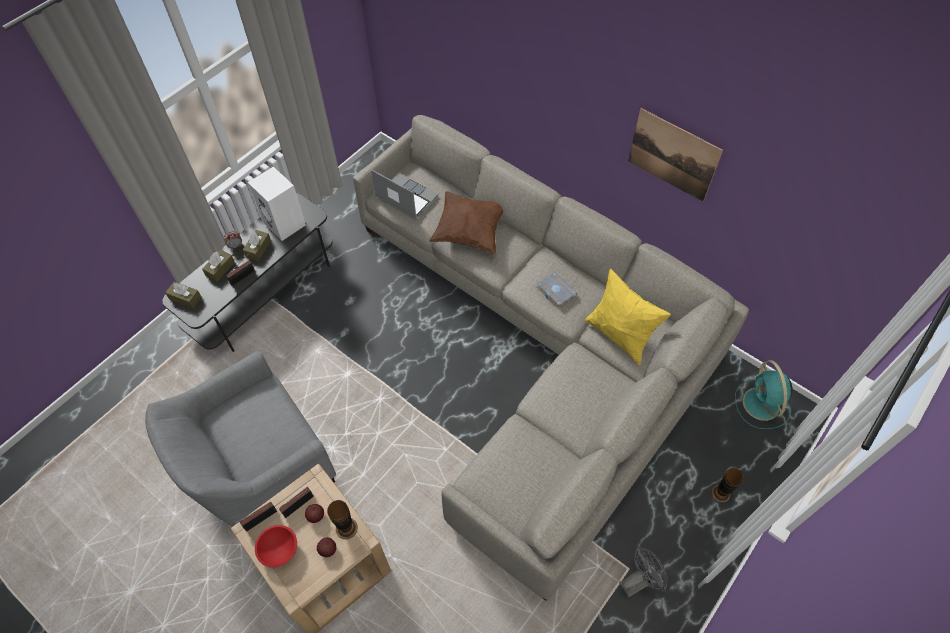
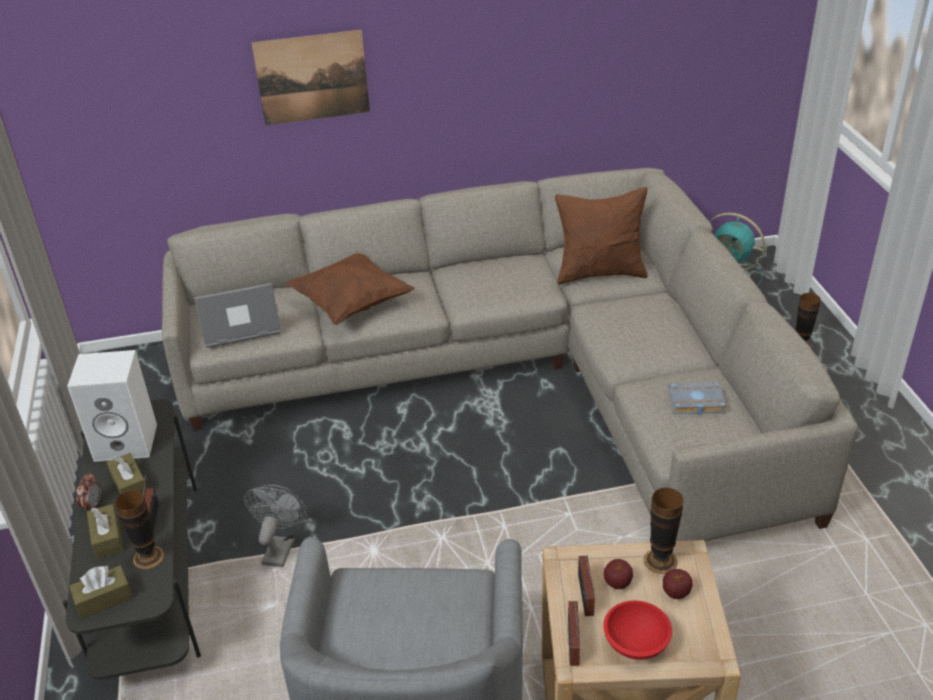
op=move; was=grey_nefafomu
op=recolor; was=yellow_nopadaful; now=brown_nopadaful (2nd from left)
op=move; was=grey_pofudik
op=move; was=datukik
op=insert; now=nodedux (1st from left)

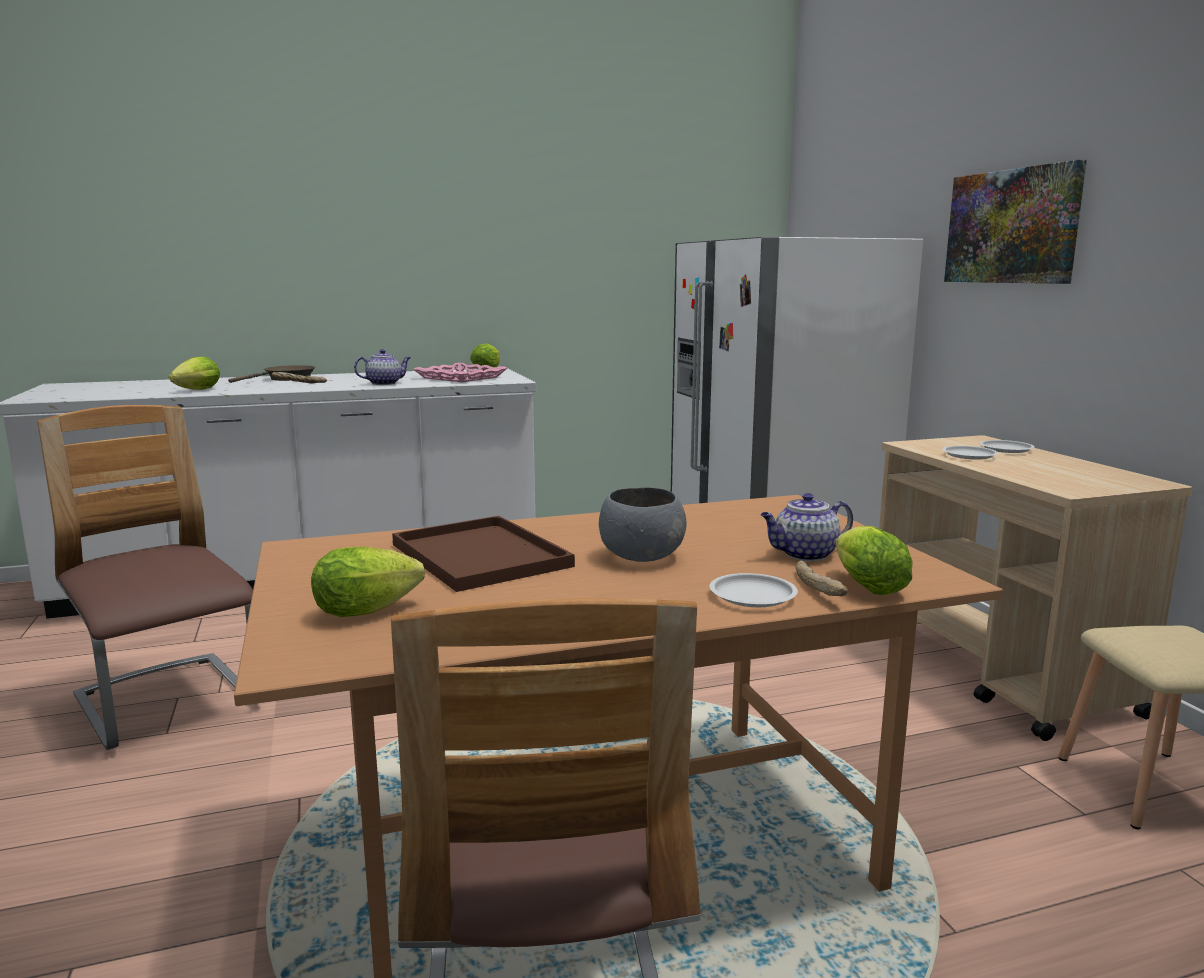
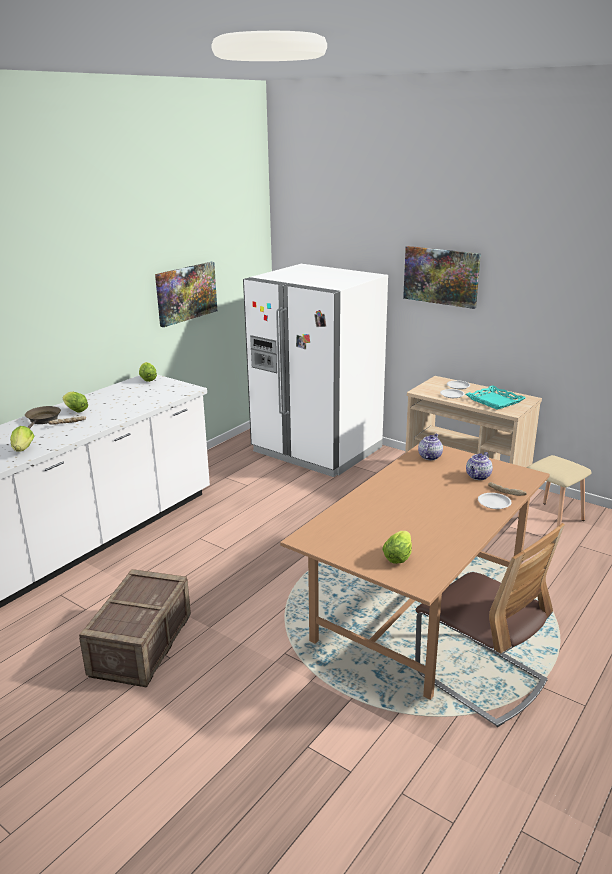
op=replace; was=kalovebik (1st from left); now=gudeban
op=move; was=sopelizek (1st from left)
op=delete; was=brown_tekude
op=delete; was=pink_tekude
op=delete; was=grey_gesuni
op=move; was=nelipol (4th from left in the first image); now=nelipol (2nd from left)
op=insert; now=datukik (1st from left)
op=insert; now=turquoise_tekude

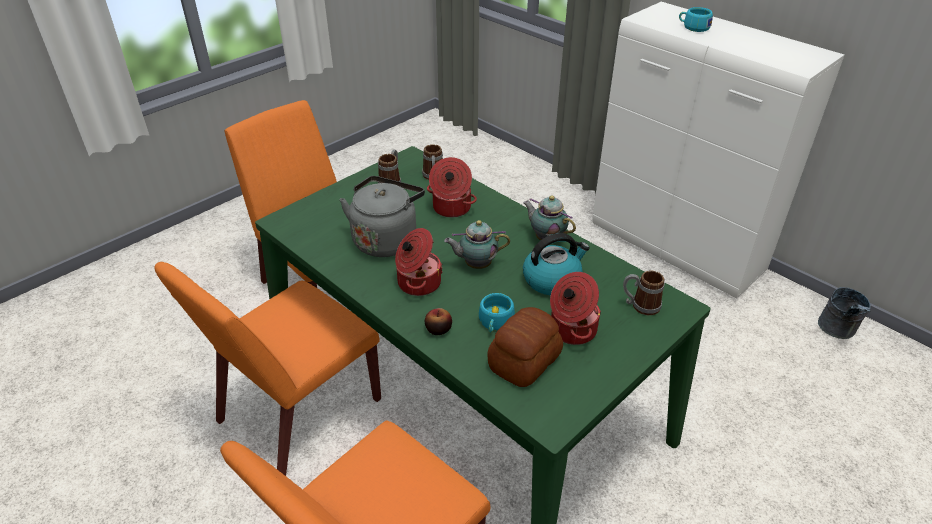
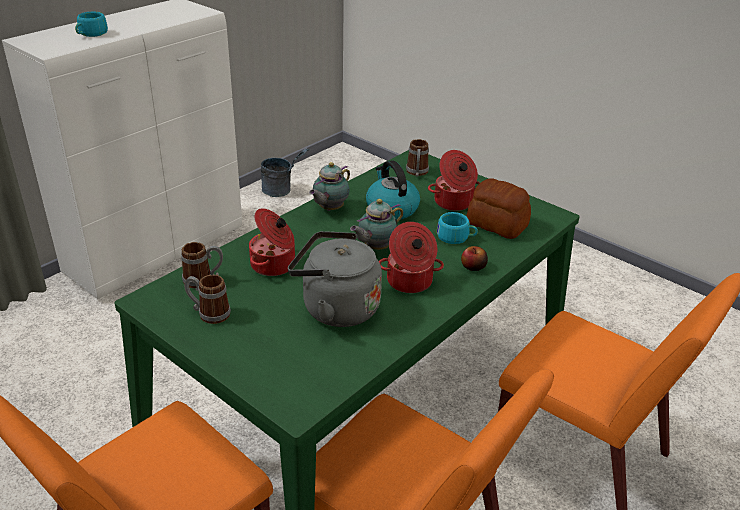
op=rotate; was=sopelizek (1st from left in the first image); clockwise=60

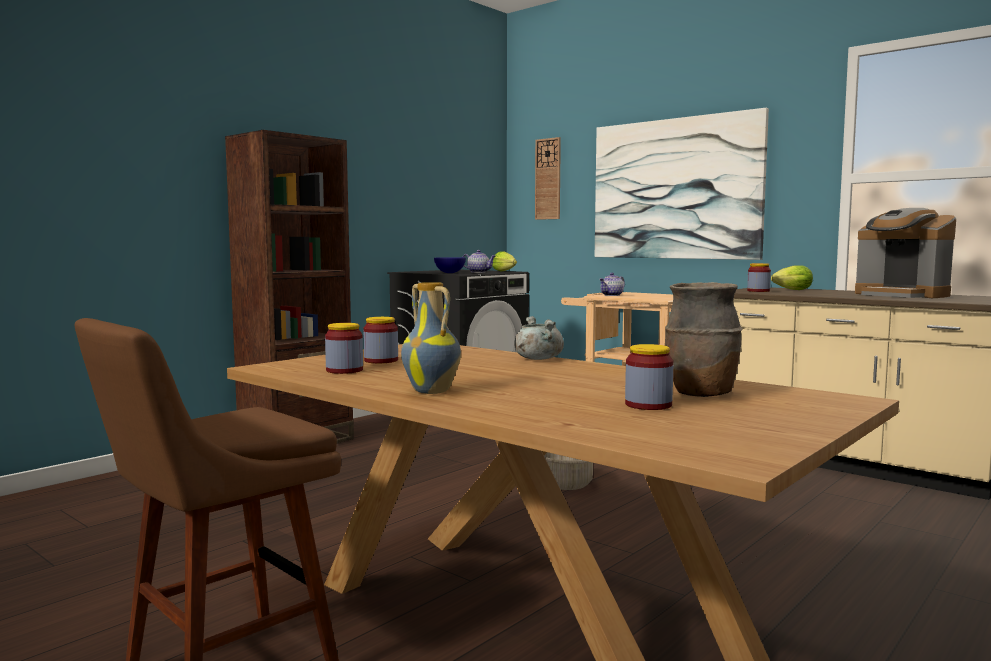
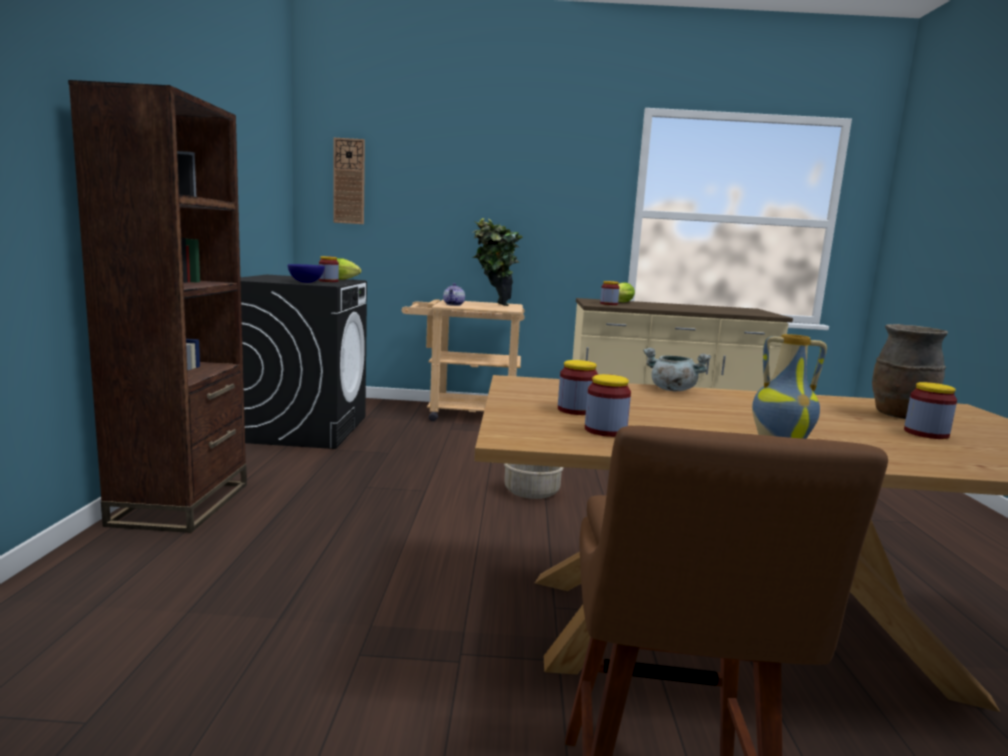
op=replace; was=sopelizek (1st from left); now=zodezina (1st from left)
op=delete; was=datukik
op=delete; was=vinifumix
op=insert; now=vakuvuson

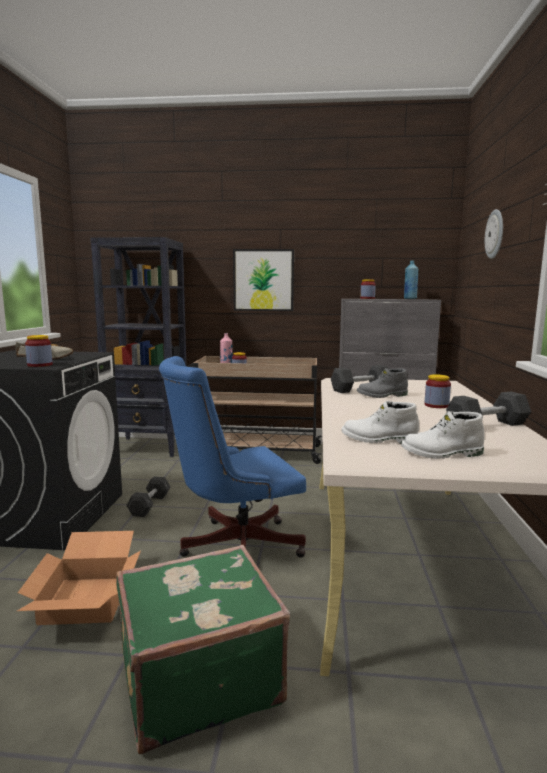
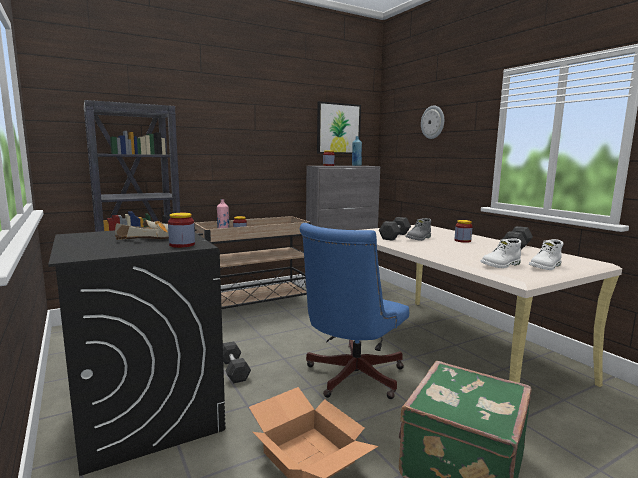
op=move; was=datukik

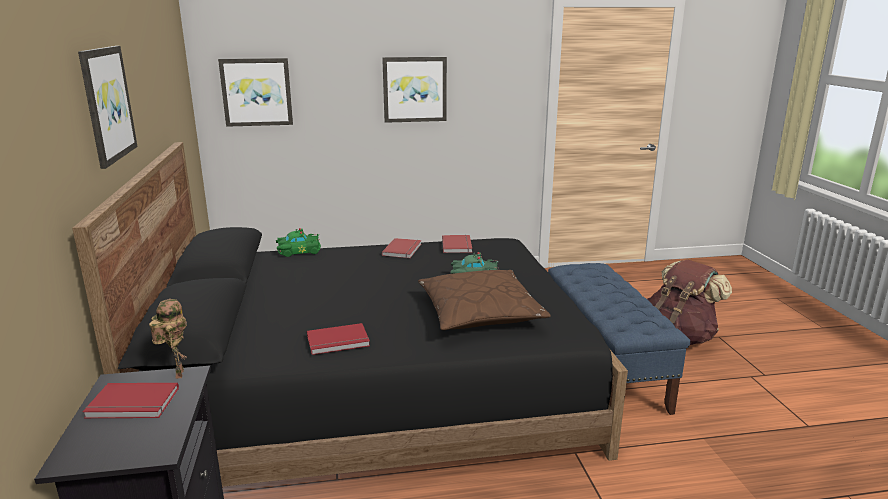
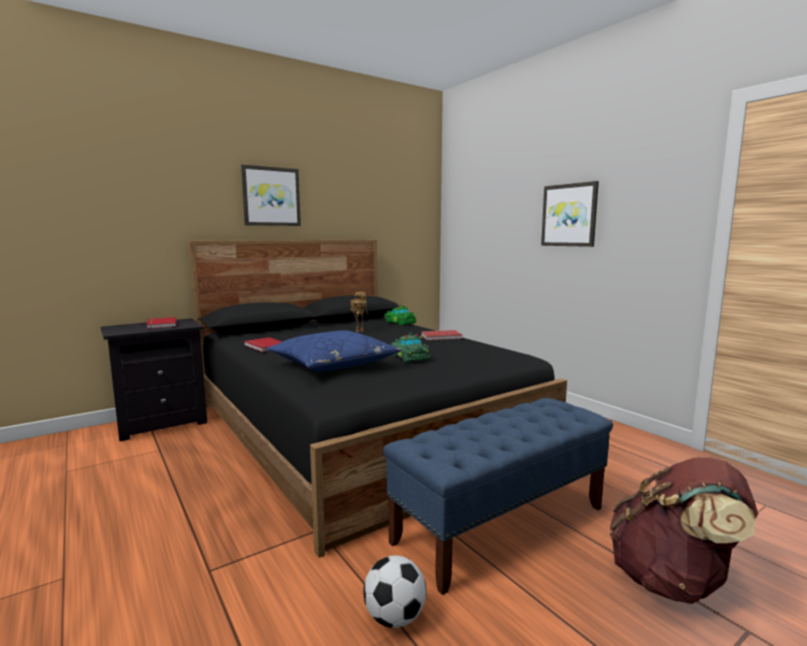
op=move; was=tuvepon
op=delete; was=datukik (2nd from left)
op=recolor; was=brown_nopadaful; now=blue_nopadaful
op=delete; was=red_nefafomu (4th from left)
op=insert; now=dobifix

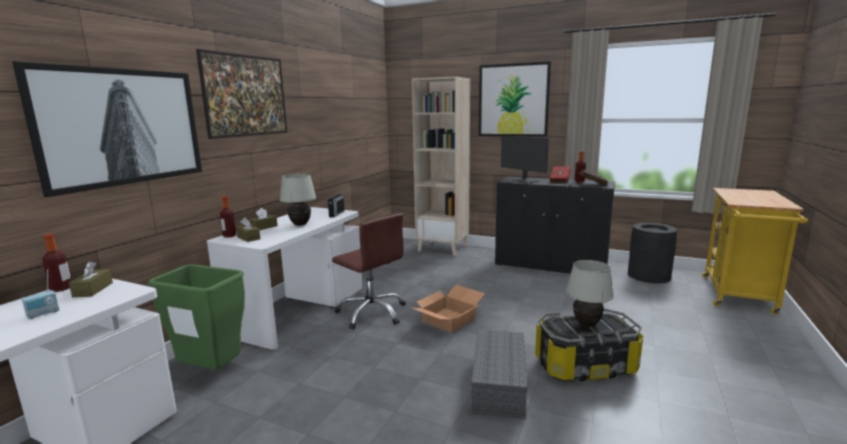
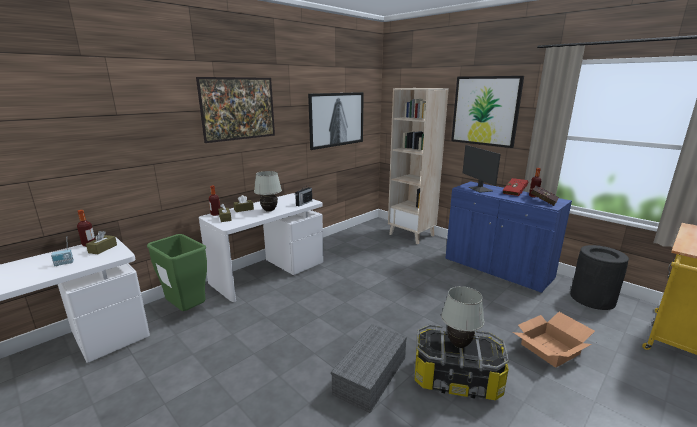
op=move; was=datukik (1st from left in the first image); now=datukik (2nd from left)
op=delete; was=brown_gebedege
op=move; was=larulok
op=recolor; was=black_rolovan; now=blue_rolovan

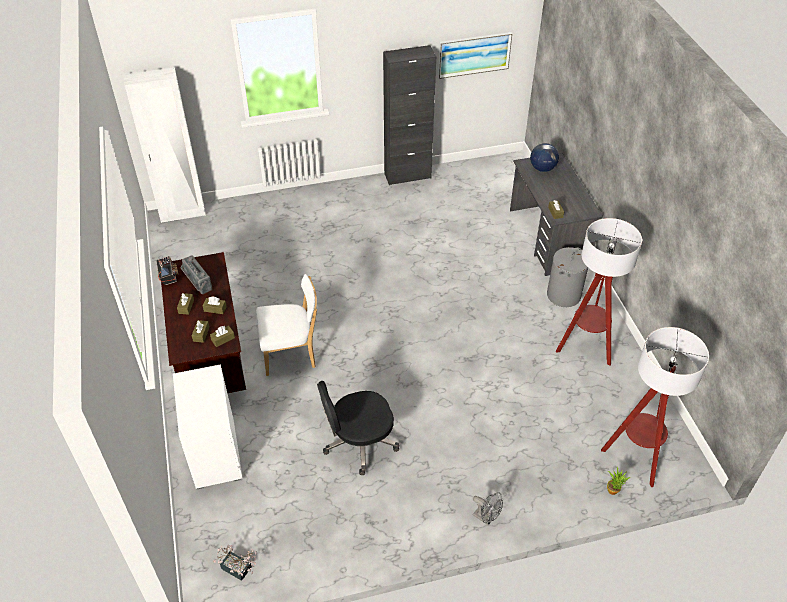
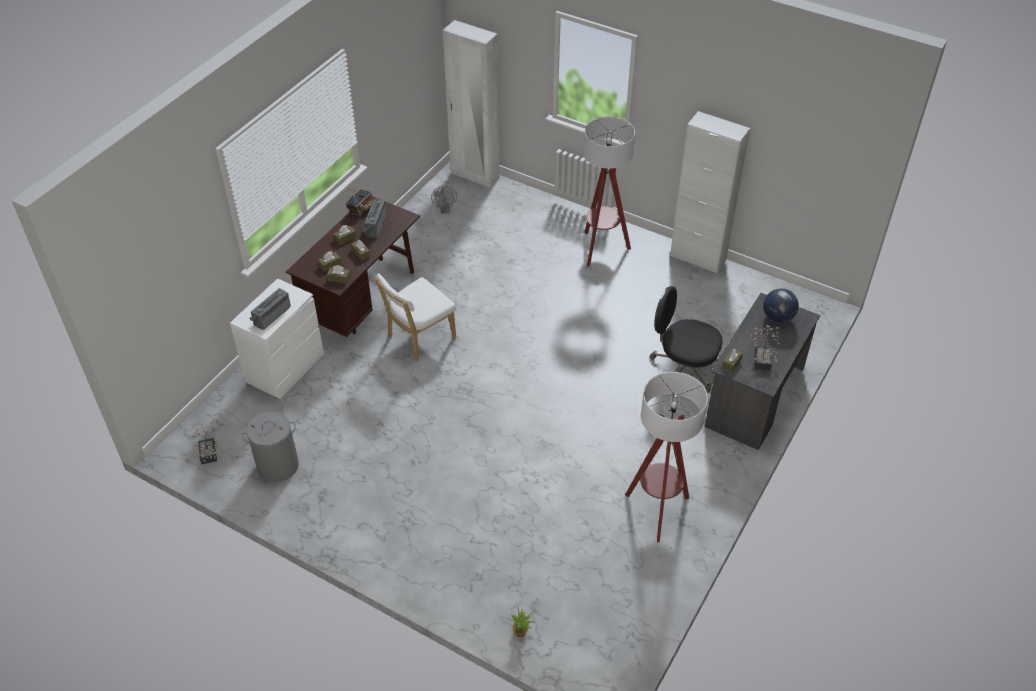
op=rotate; was=white_kalovebik; clockwise=105
op=move; was=black_gebedege
op=recolor; was=black_rolovan; now=white_rolovan
op=delete; was=datukik
op=move; was=grey_pofudik
op=move; was=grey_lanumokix
op=move; was=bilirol (2nd from left in the first image); now=bilirol (1st from left)
op=insert; now=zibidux (1st from left)
op=insert; now=vakuvuson (3rd from left)

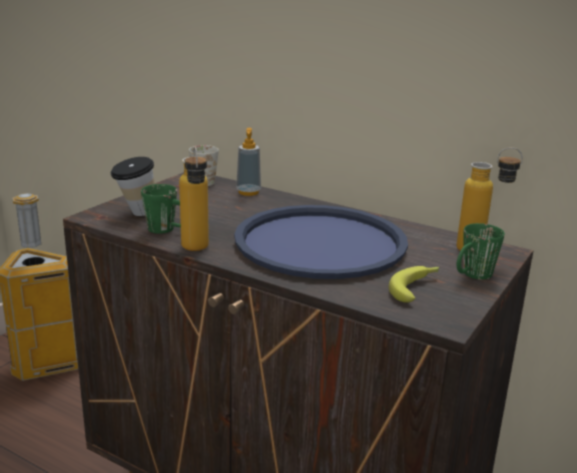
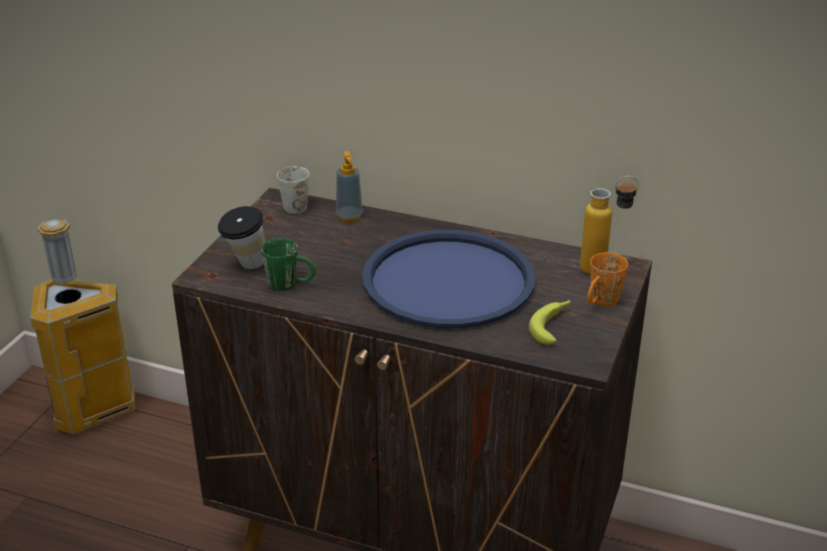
op=delete; was=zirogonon (1st from left)
op=recolor; was=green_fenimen (2nd from left); now=orange_fenimen

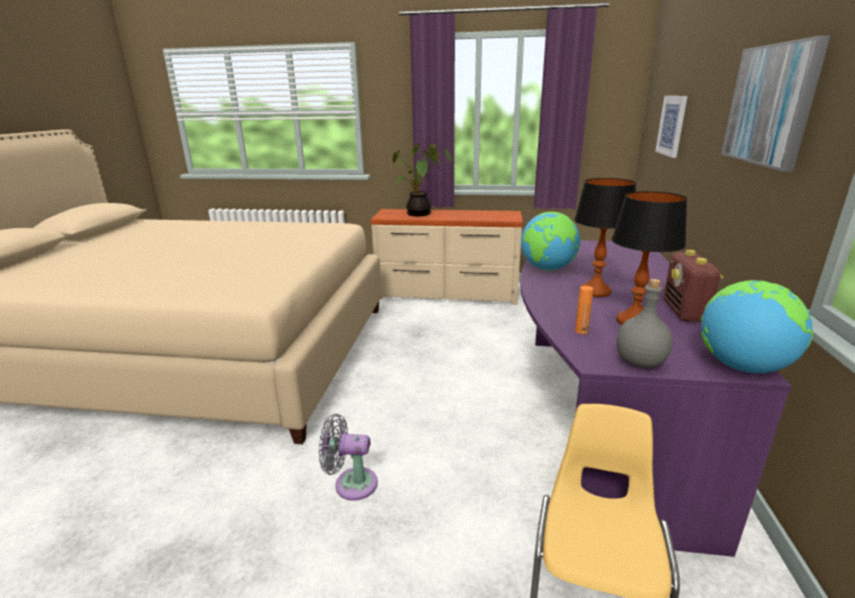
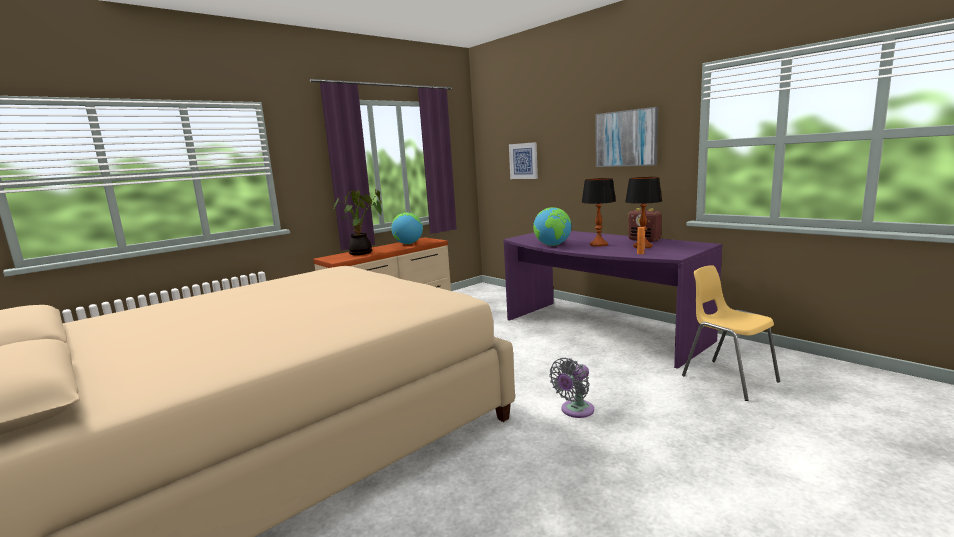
op=delete; was=grey_zirogonon
op=move; was=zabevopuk (2nd from left in the first image); now=zabevopuk (1st from left)

